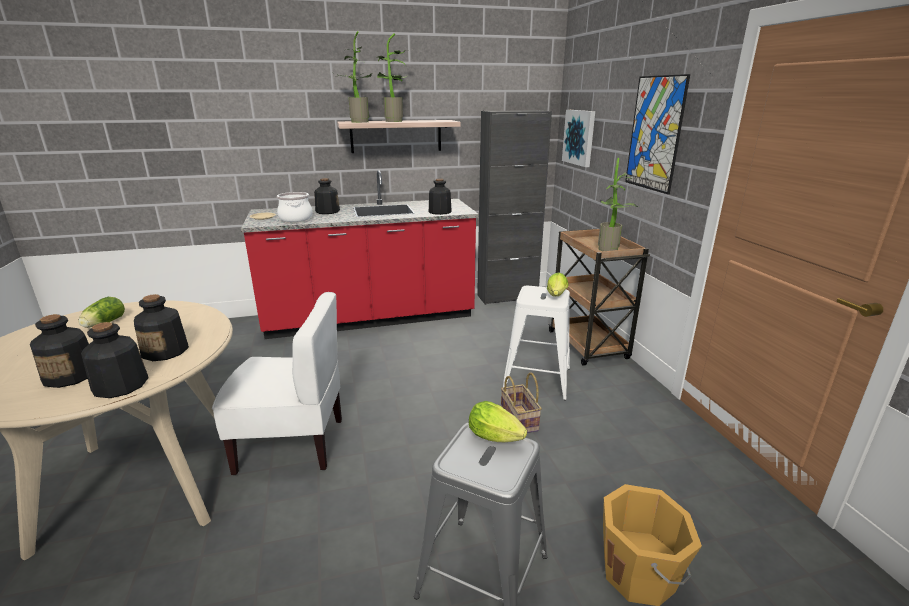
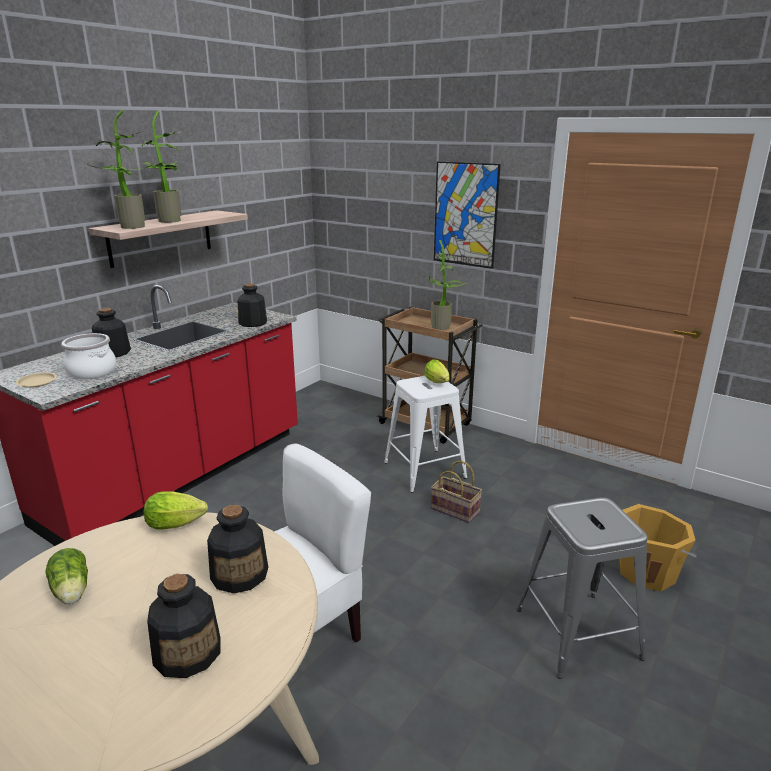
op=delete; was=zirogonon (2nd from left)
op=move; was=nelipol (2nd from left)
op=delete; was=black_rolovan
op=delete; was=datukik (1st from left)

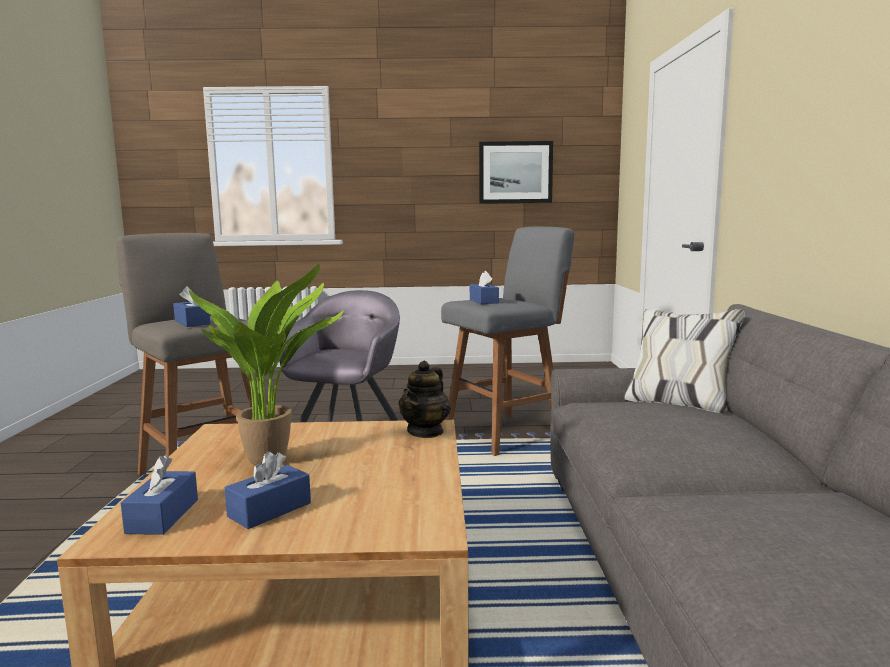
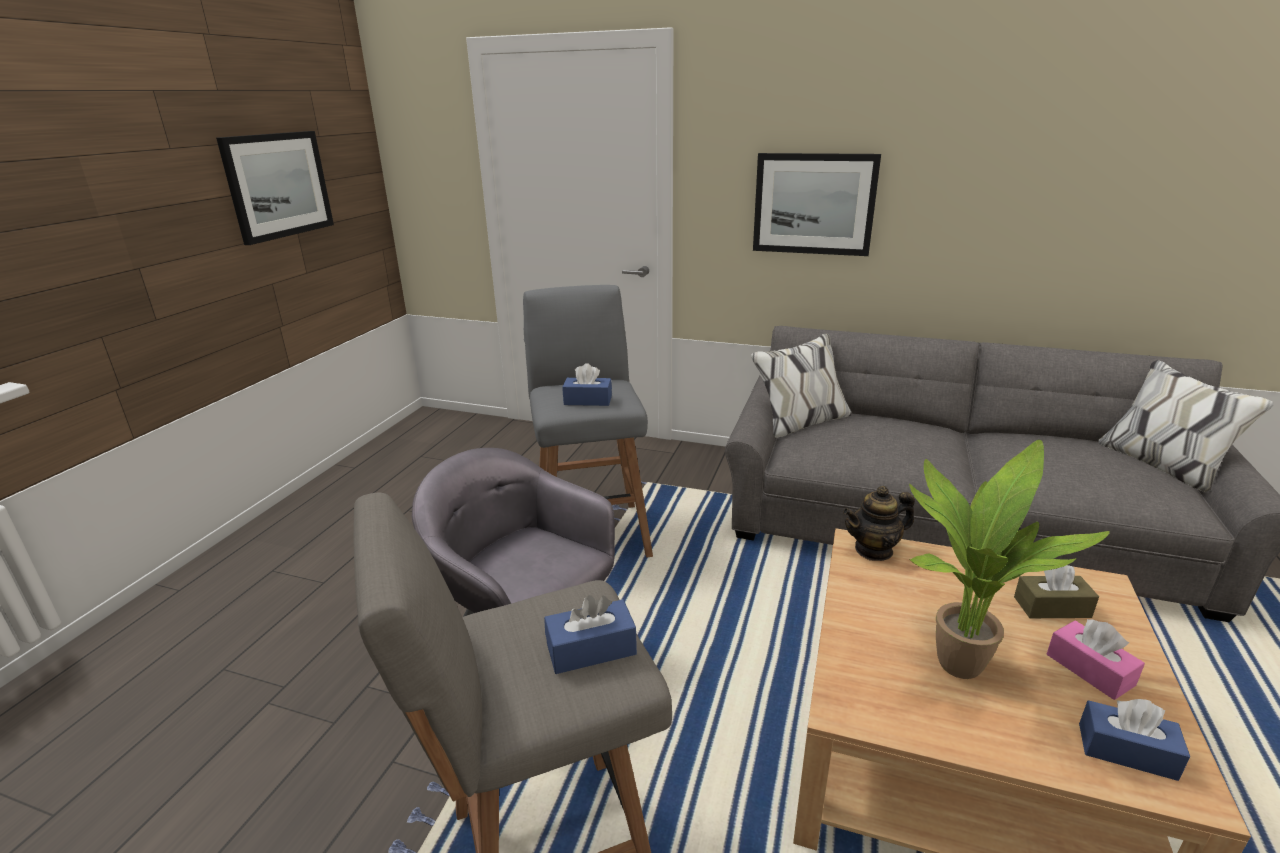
op=recolor; was=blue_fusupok (3rd from left); now=pink_fusupok
op=rotate; was=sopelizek; clockwise=120
op=insert; now=datukik (2nd from left)
op=insert; now=brown_fusupok

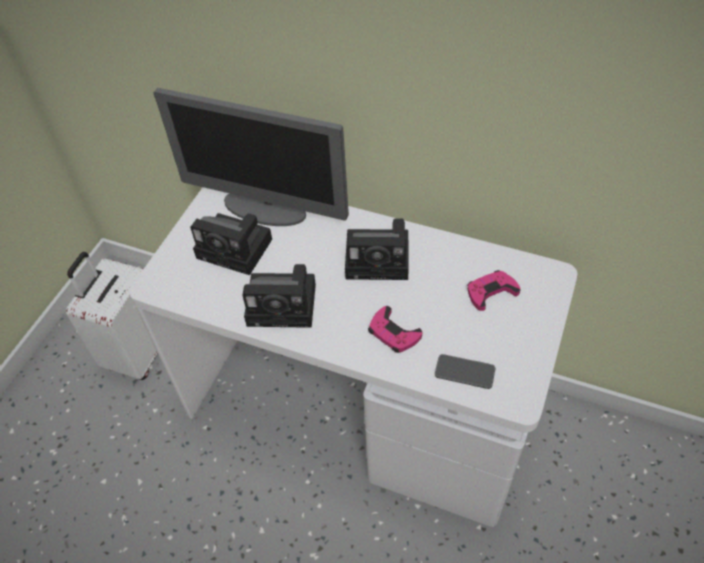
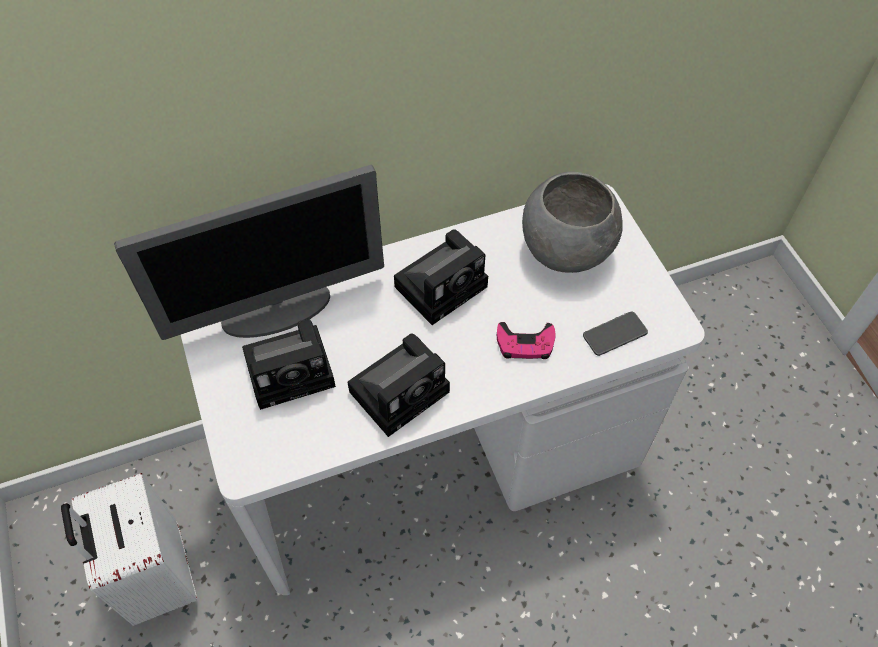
op=replace; was=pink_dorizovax (2nd from left); now=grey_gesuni

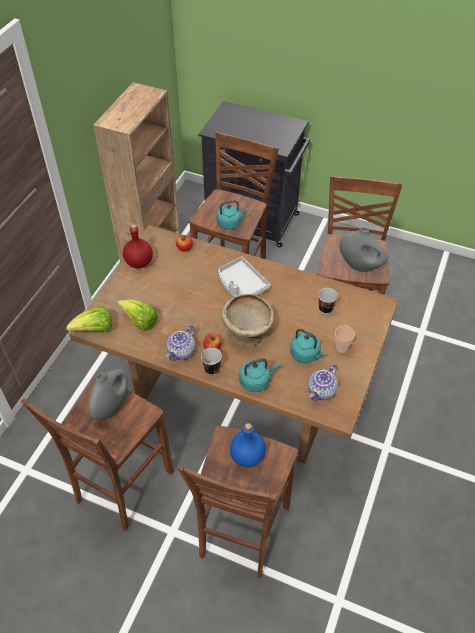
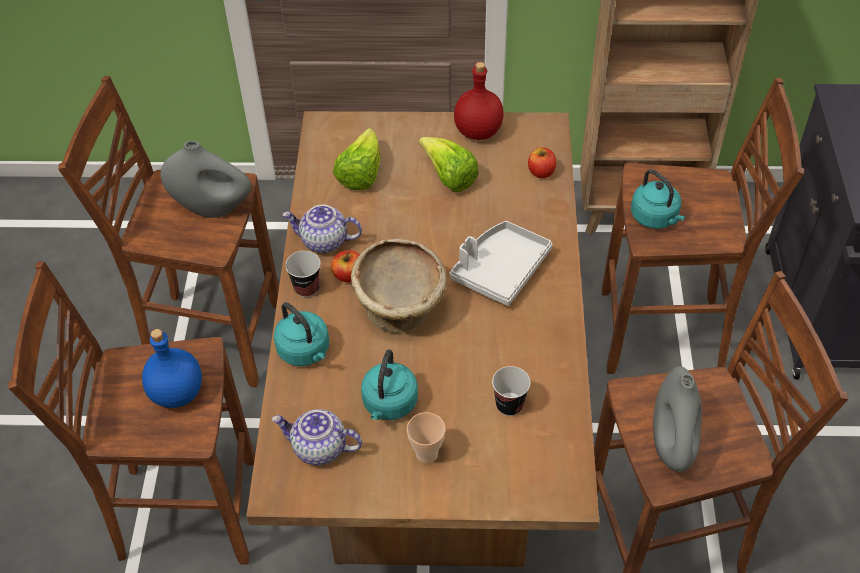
op=move; was=nelipol (1st from left in the first image); now=nelipol (2nd from left)

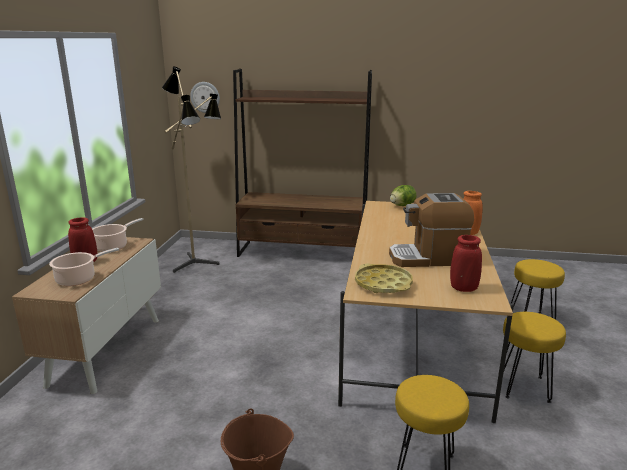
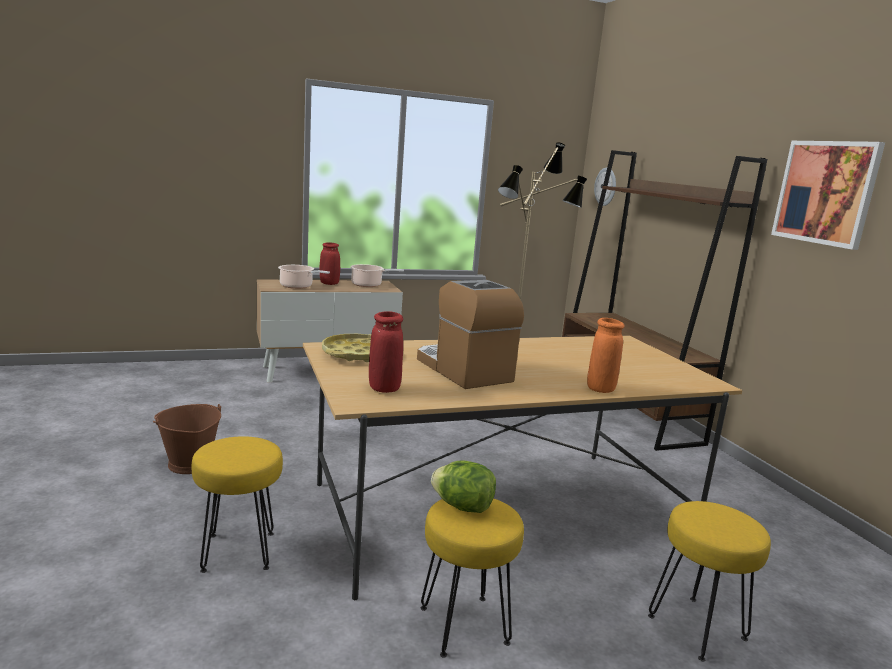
op=move; was=nelipol
op=insert; now=datukik

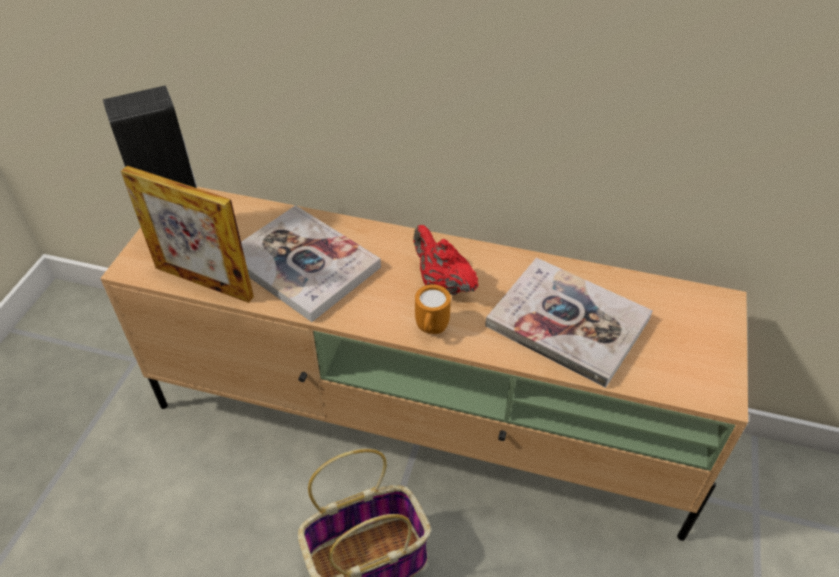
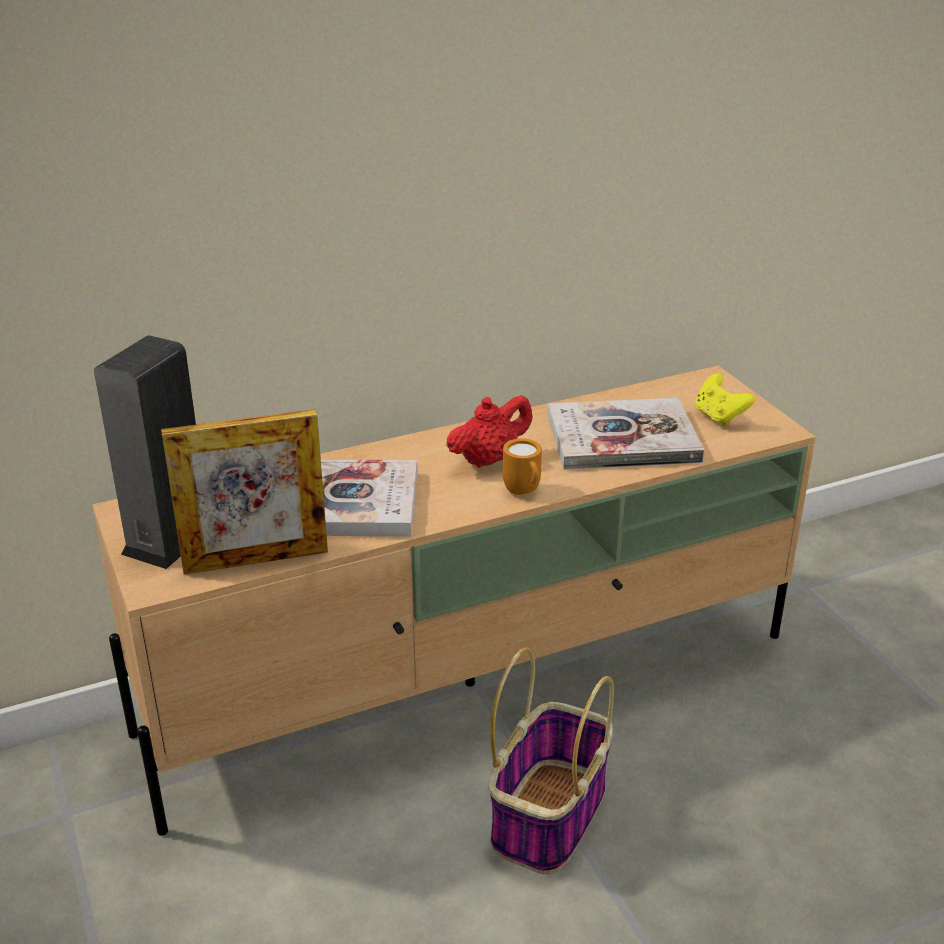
op=rotate; was=red_sopelizek; clockwise=135
op=insert; now=yellow_dorizovax

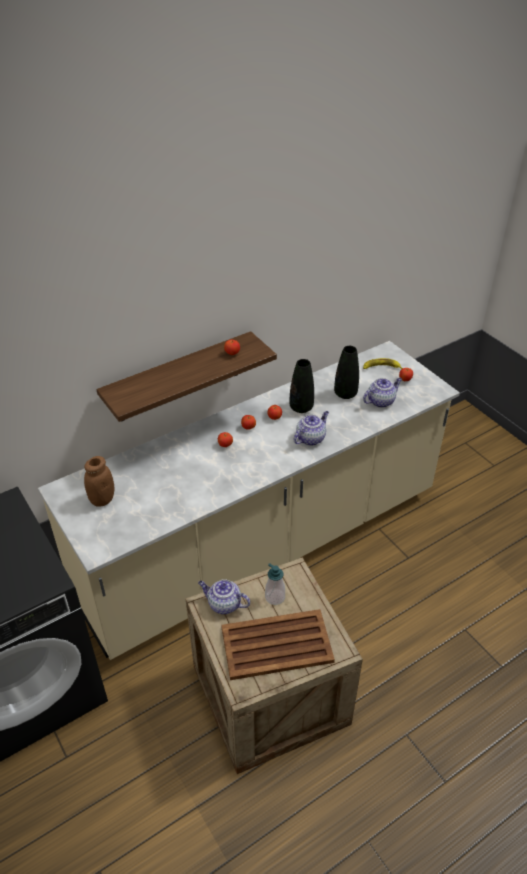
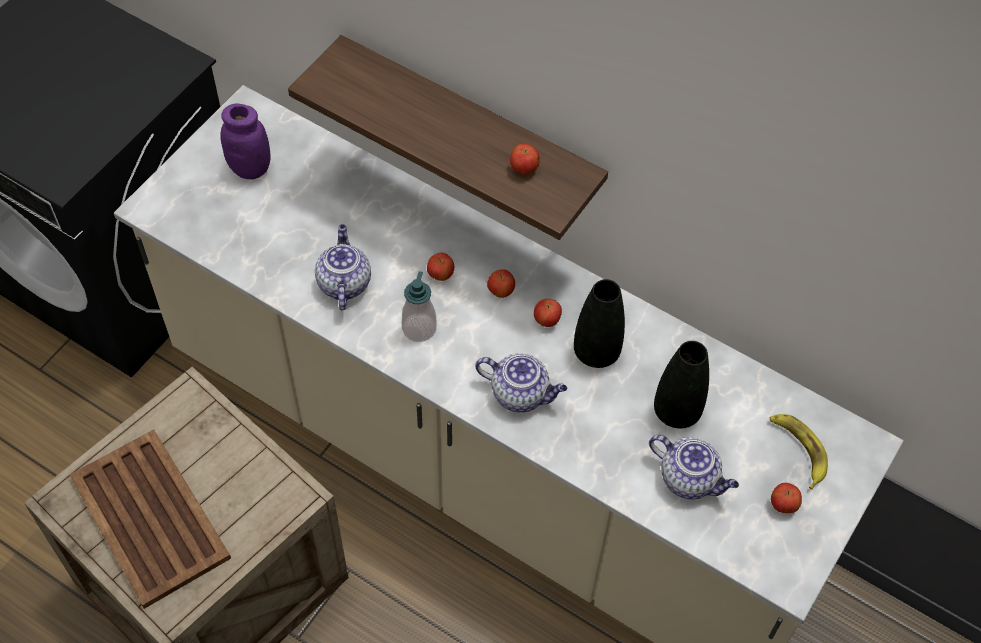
op=recolor; was=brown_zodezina; now=purple_zodezina
op=move; was=sopelizek (1st from left)
op=move; was=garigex

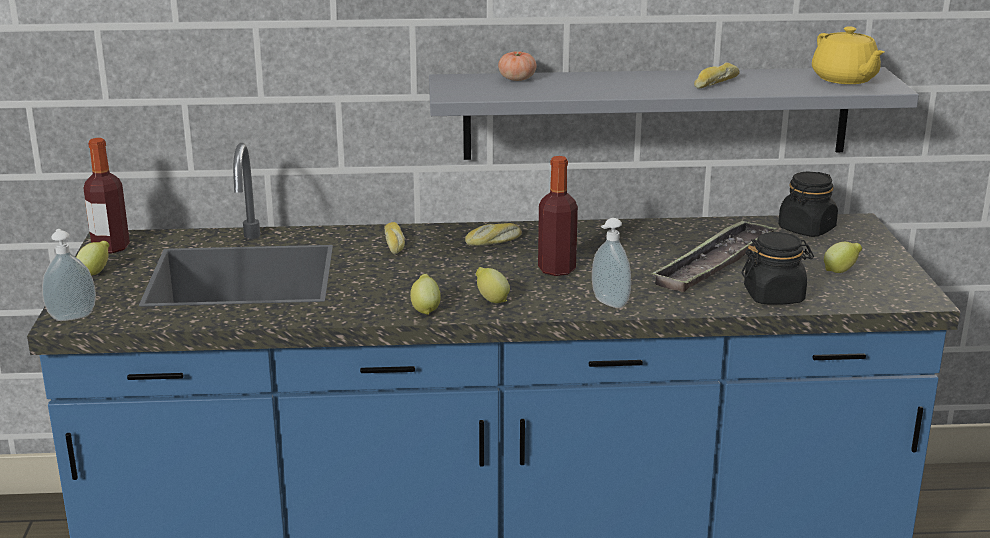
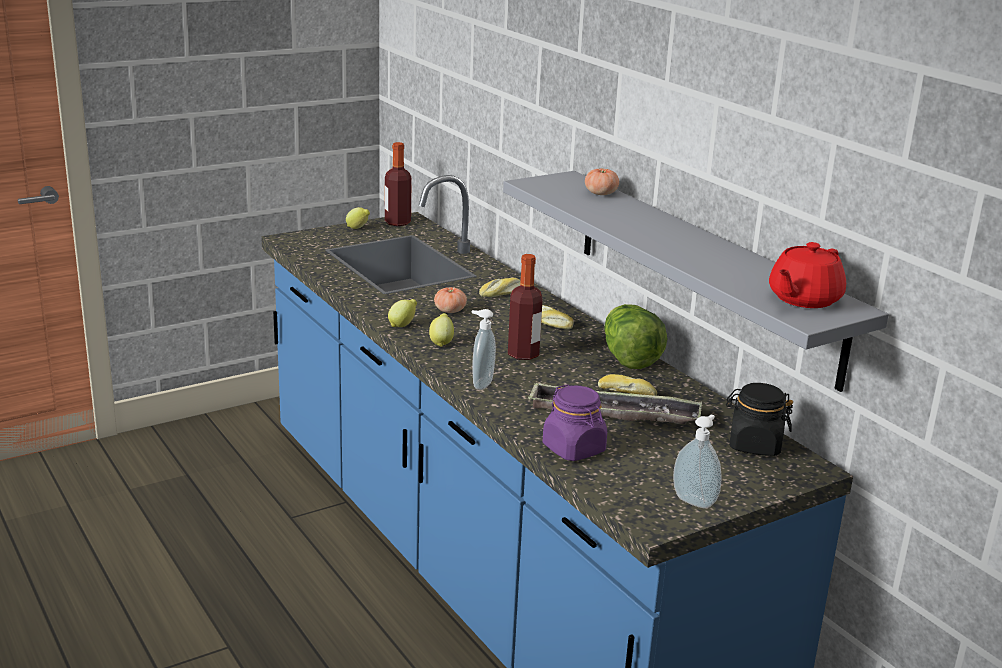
op=move; was=garigex (1st from left in the first image); now=garigex (2nd from left)
op=move; was=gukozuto (3rd from left)
op=recolor; was=black_zodezina (1st from left); now=purple_zodezina
op=recolor; was=yellow_sopelizek; now=red_sopelizek
op=delete; was=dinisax (4th from left)
op=insert; now=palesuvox (1st from left)
op=insert; now=nelipol

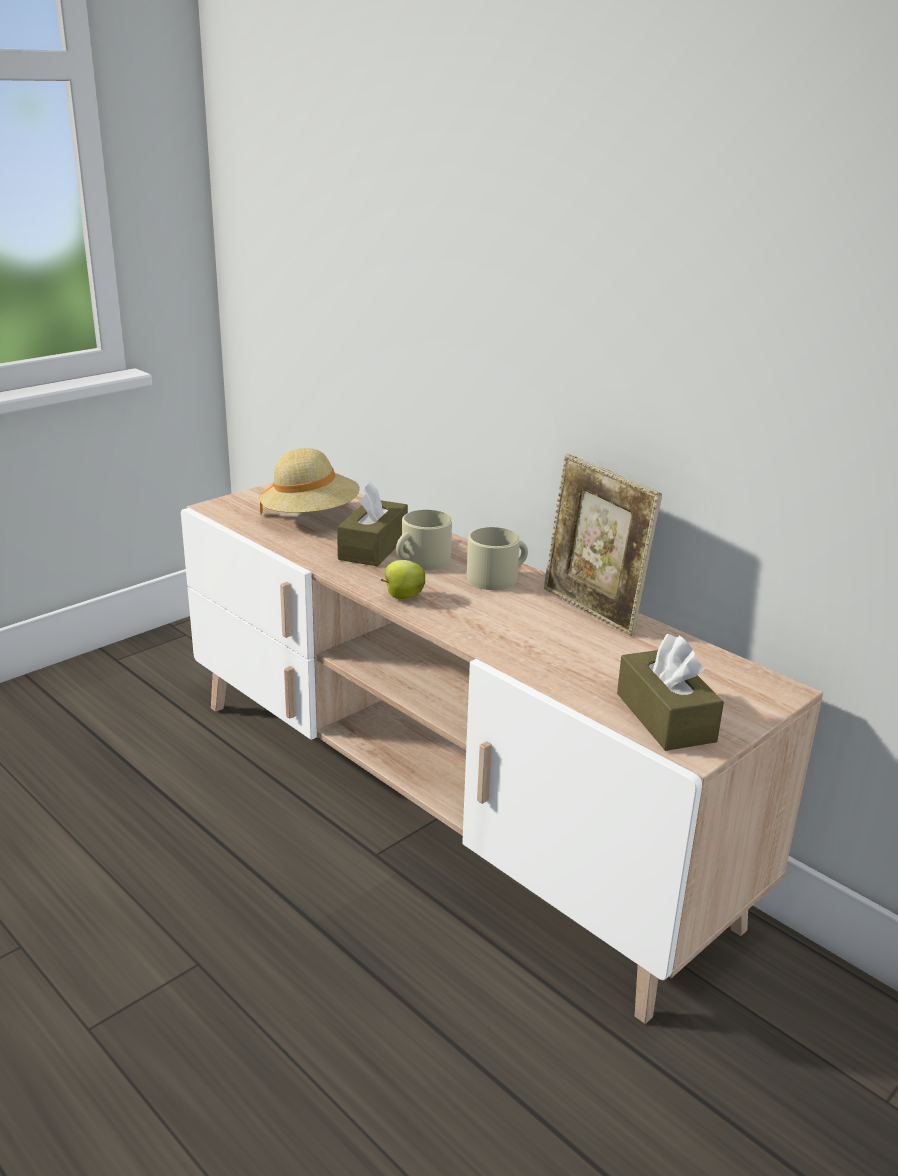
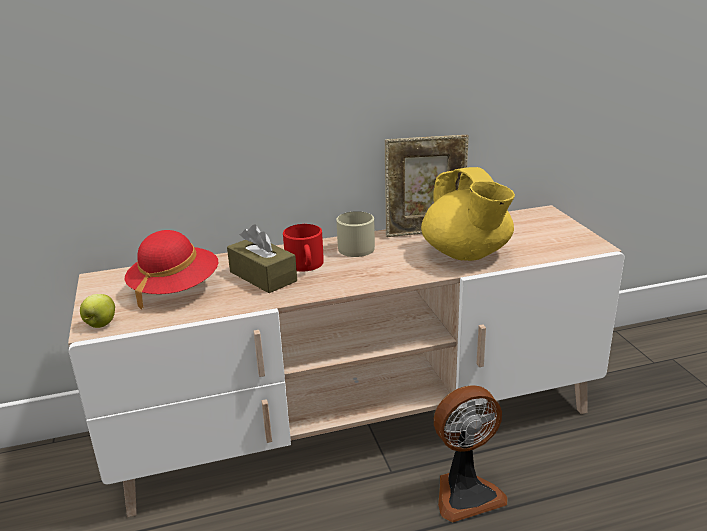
op=recolor; was=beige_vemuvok; now=red_vemuvok
op=move; was=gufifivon
op=recolor; was=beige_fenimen (1st from left); now=red_fenimen
op=delete; was=brown_fusupok (2nd from left)
op=insert; now=yellow_sopelizek
op=insert; now=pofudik

